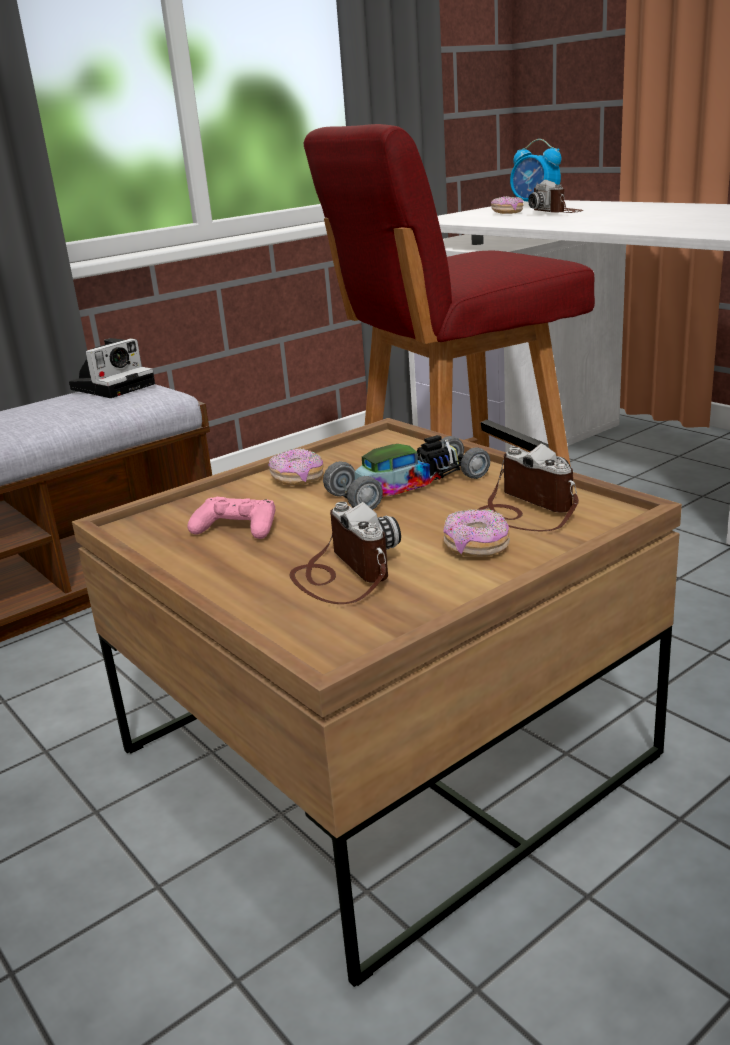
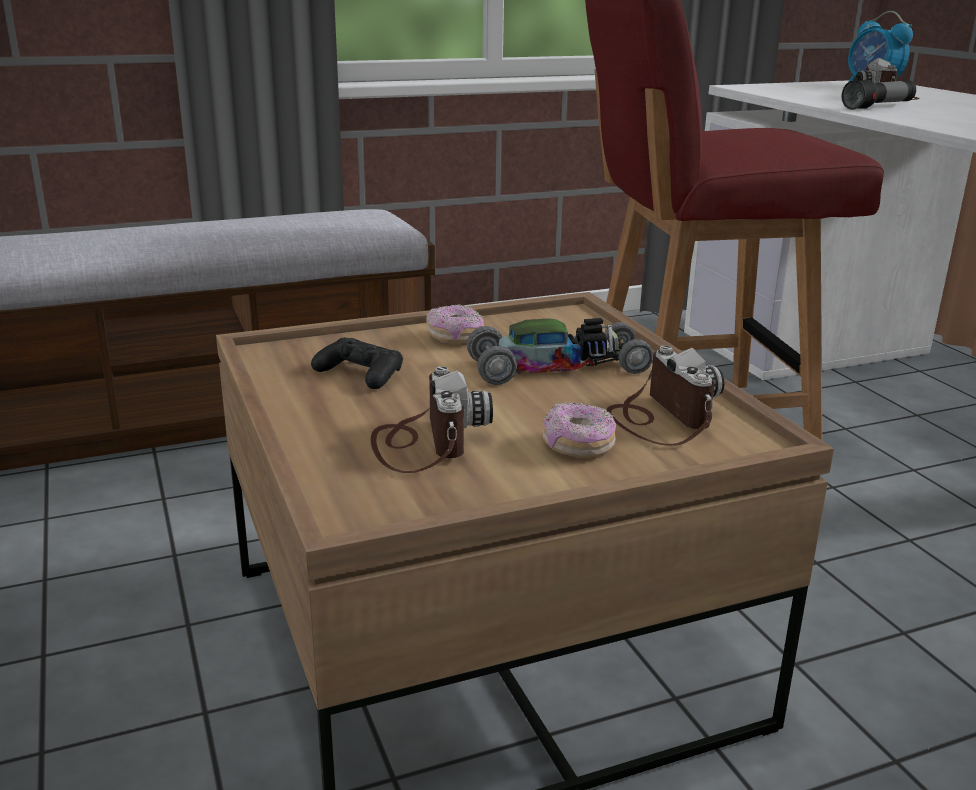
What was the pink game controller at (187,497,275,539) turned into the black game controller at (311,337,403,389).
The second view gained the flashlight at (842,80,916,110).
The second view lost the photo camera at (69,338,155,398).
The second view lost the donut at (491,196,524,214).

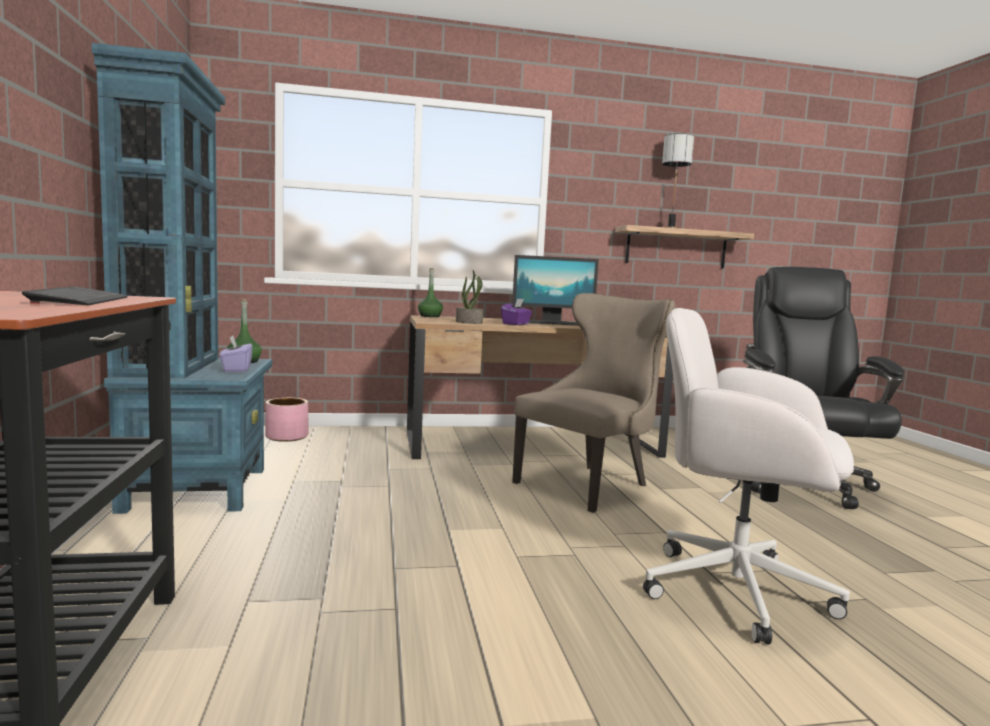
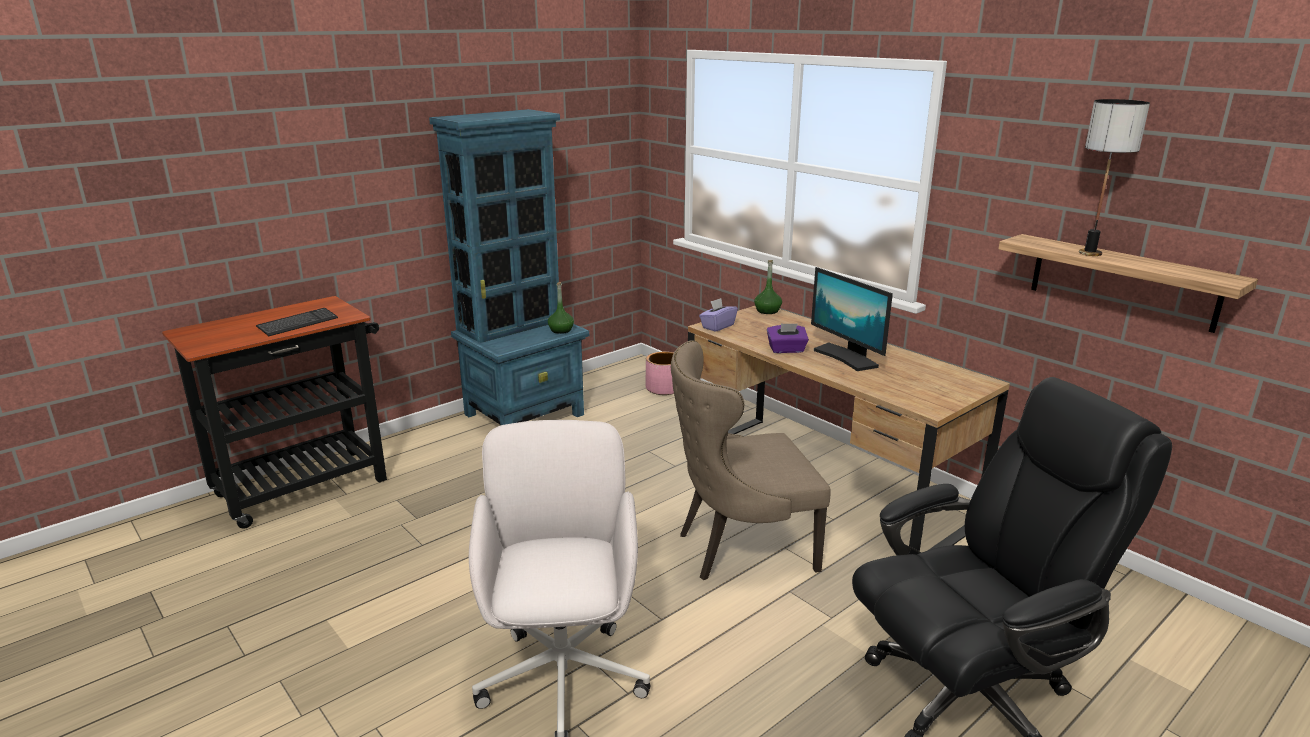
The beige chair at (512,293,675,513) ended up facing another way, 150 degrees clockwise from before.
The purple tissue box ended up elsewhere, having gone from (220,336,252,372) to (699,298,738,332).
The second view lost the potted plant at (456,270,483,324).

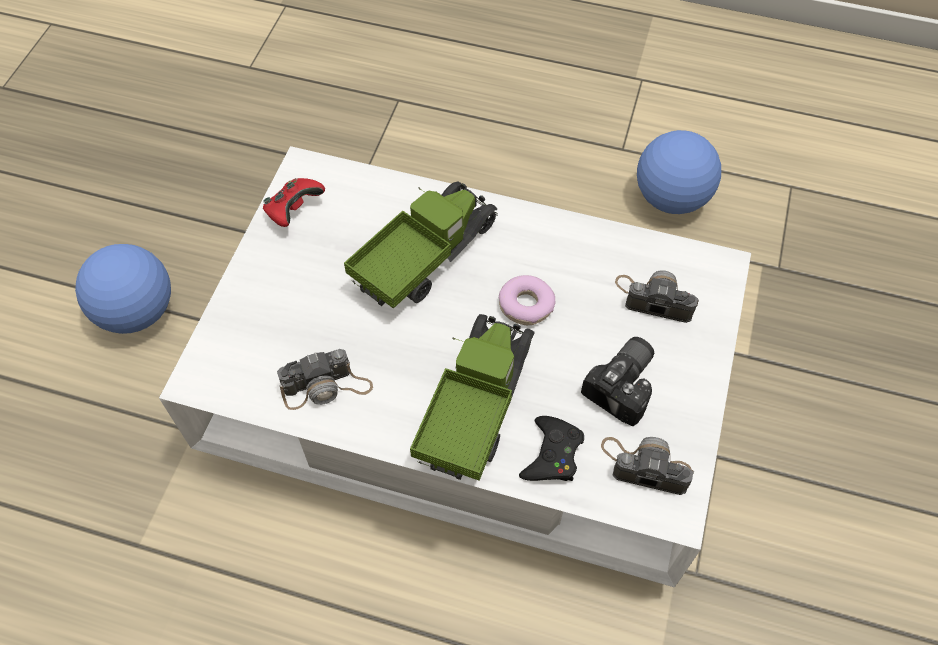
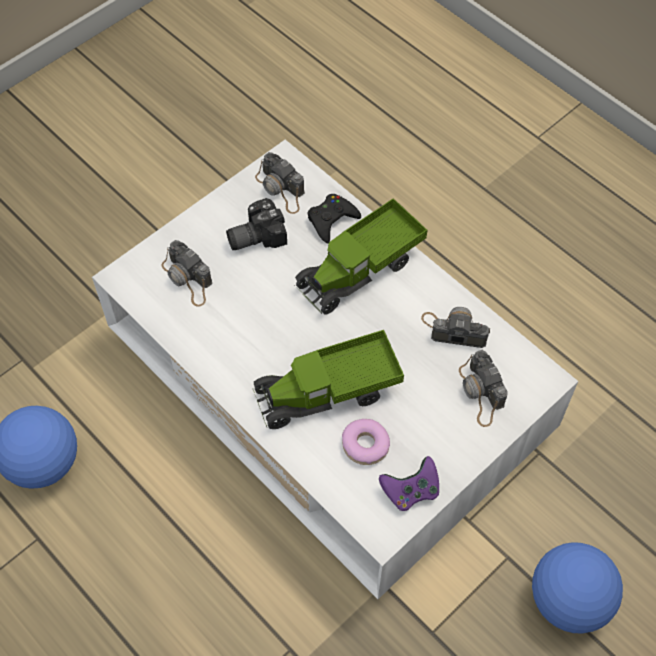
The donut ended up elsewhere, having gone from (499,275,555,325) to (342,419,390,465).
What was the red game controller at (263,178,325,227) turned into the purple game controller at (379,456,439,511).
The second view gained the photo camera at (459,350,508,427).

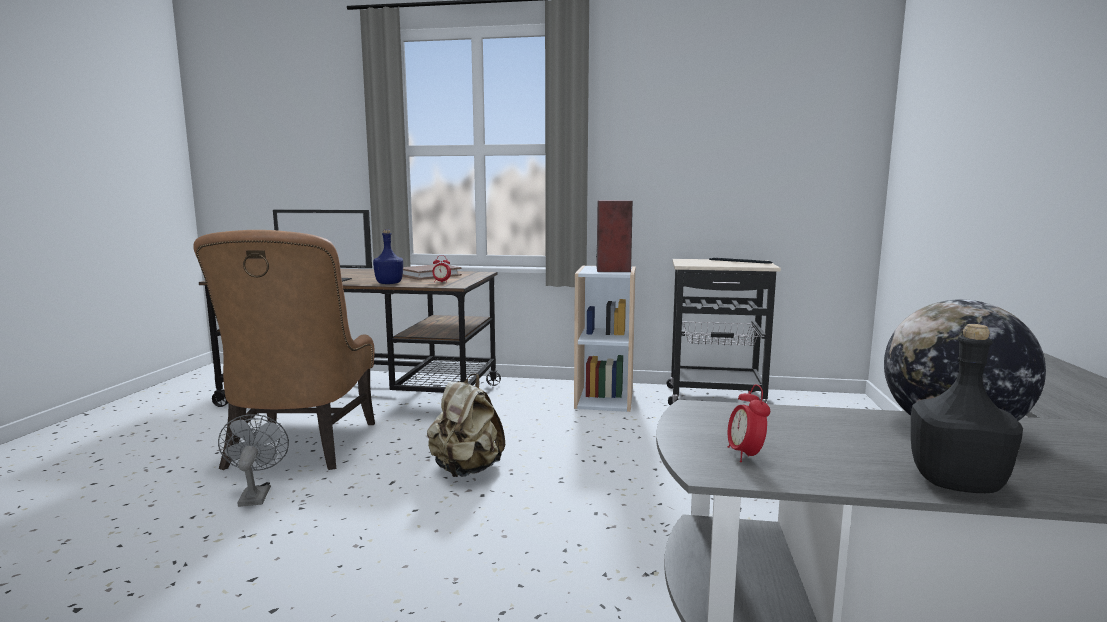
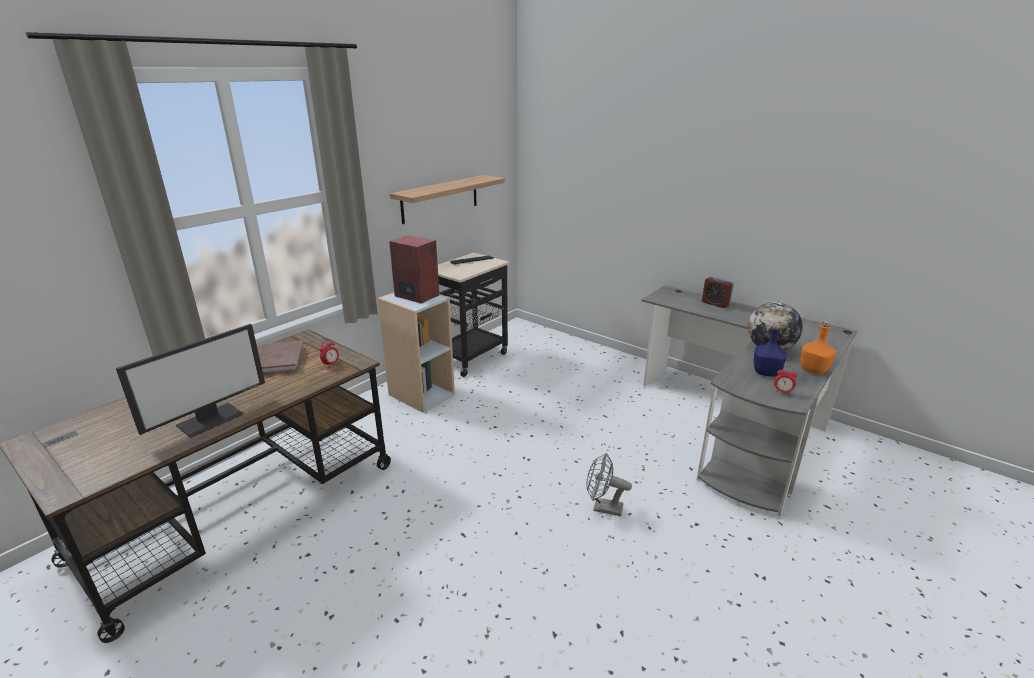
The second view gained the shelf at (390,175,505,224).
The grey fan ended up elsewhere, having gone from (218,414,289,507) to (586,453,632,516).
The second view gained the alarm clock at (702,276,734,308).
The blue bottle ended up elsewhere, having gone from (373,229,403,284) to (754,323,787,376).
What was the black bottle at (911,324,1023,493) turned into the orange bottle at (800,321,836,374).
The second view lost the brown chair at (193,230,375,470).
The second view lost the beige backpack at (427,373,505,477).

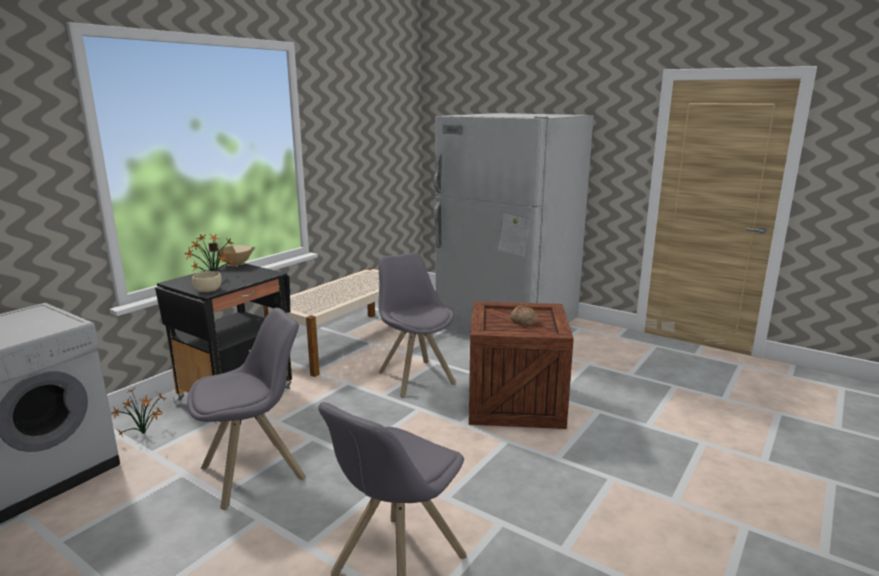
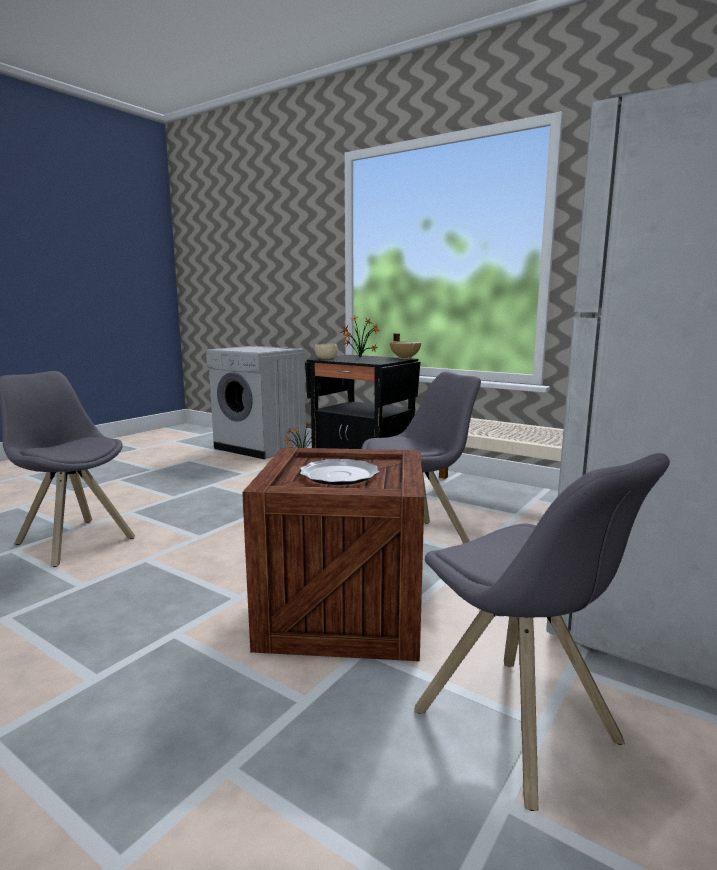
Where the bread stood at (510,306,538,326), the plate came to stand at (300,459,379,485).
The grey chair ended up elsewhere, having gone from (187,308,306,510) to (414,453,670,811).

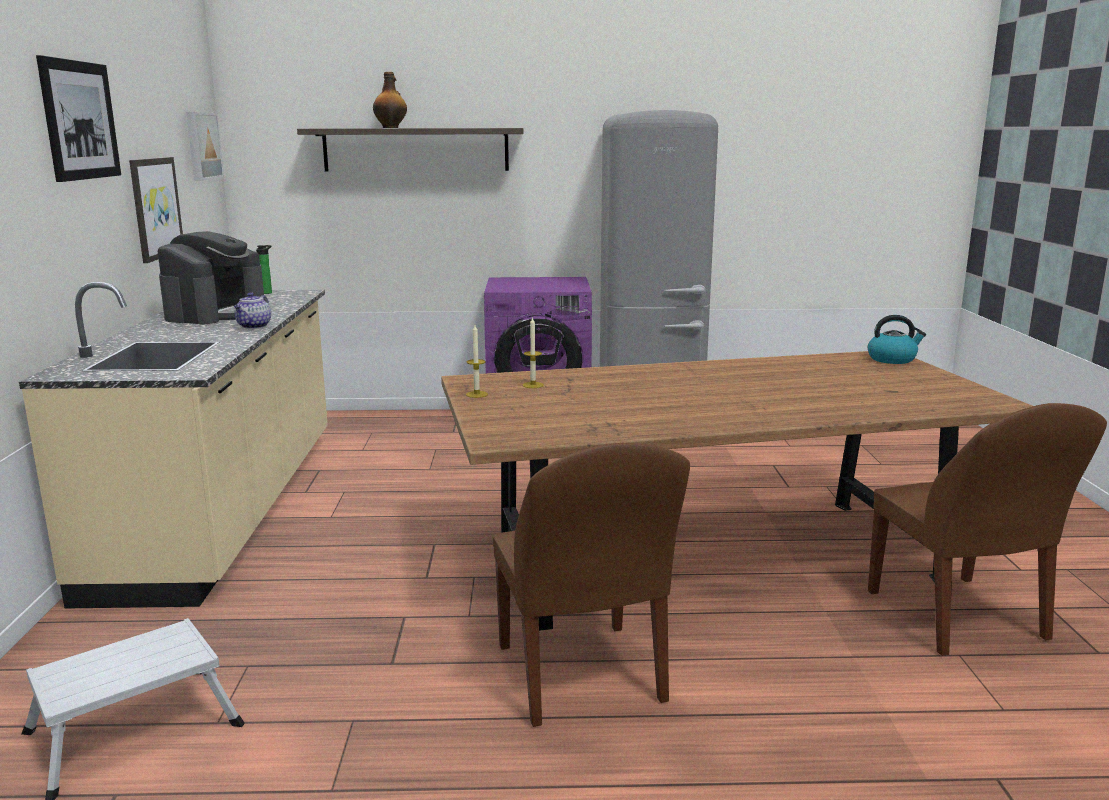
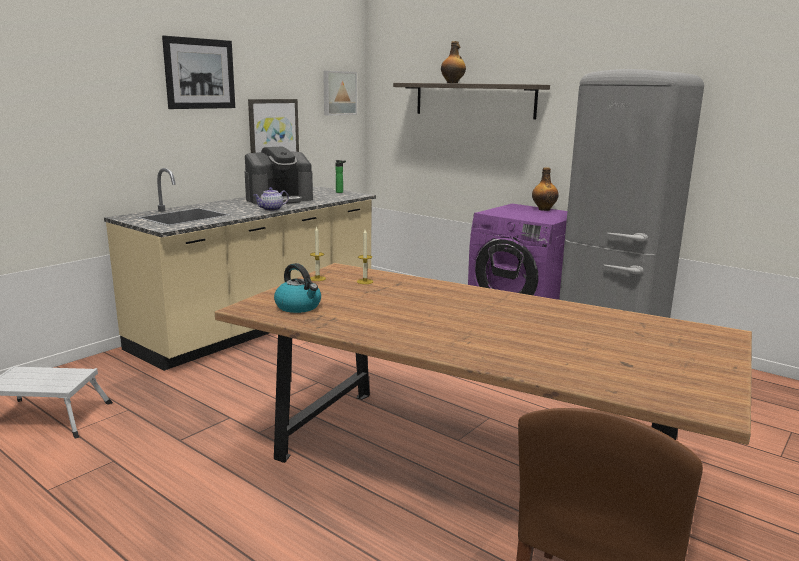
The kettle ended up elsewhere, having gone from (868,315,926,364) to (274,263,321,313).
The second view gained the bottle at (532,167,559,211).
The second view lost the brown chair at (493,443,690,727).

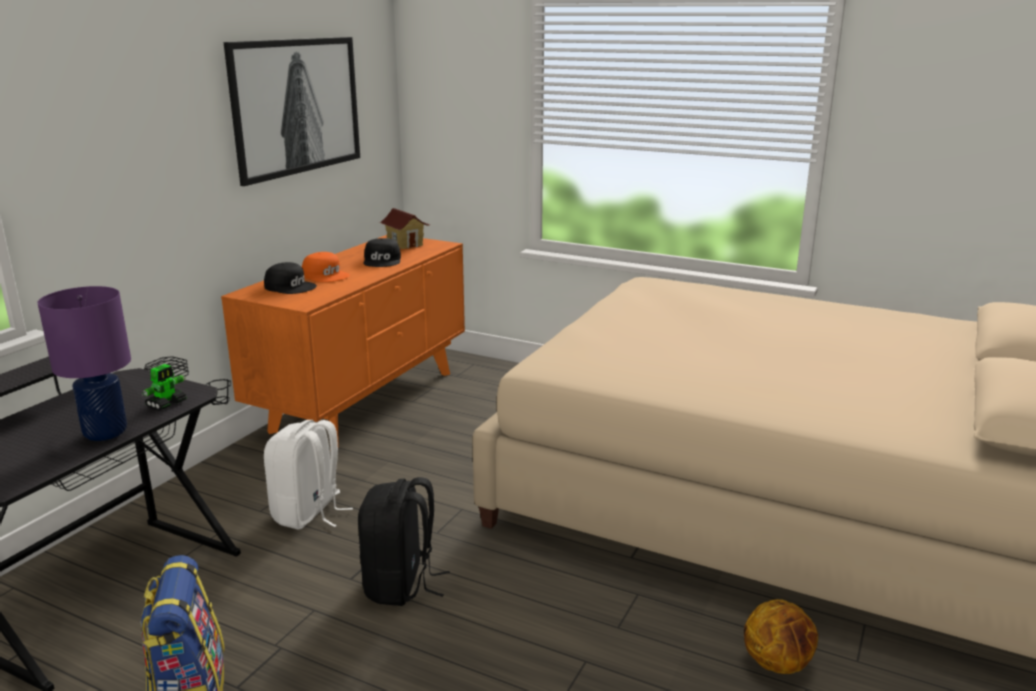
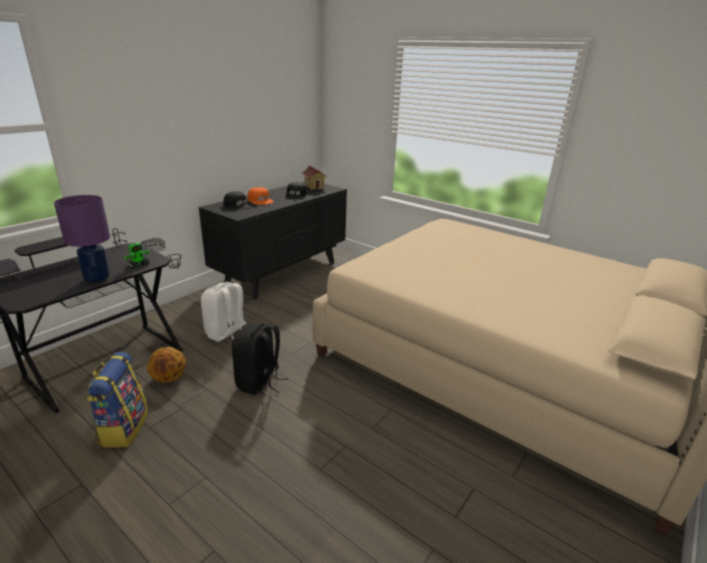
The basketball ended up elsewhere, having gone from (744,599,818,674) to (147,347,186,383).
What was the orange dresser at (221,235,465,447) turned into the black dresser at (199,181,347,300).
The second view lost the picture at (223,37,360,186).

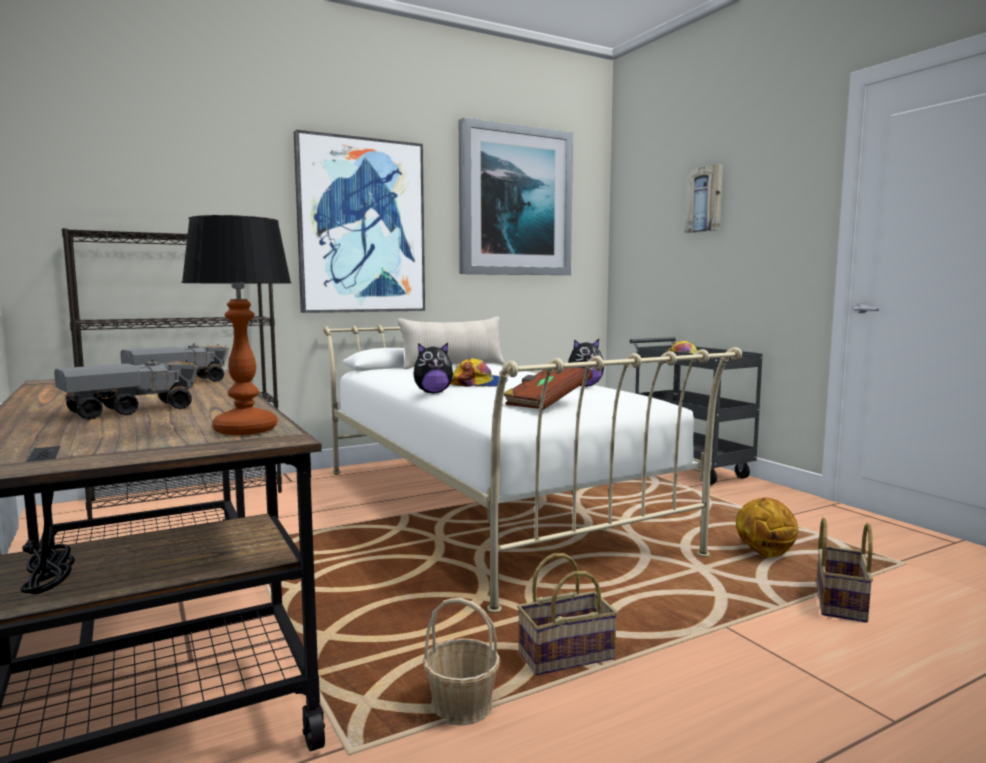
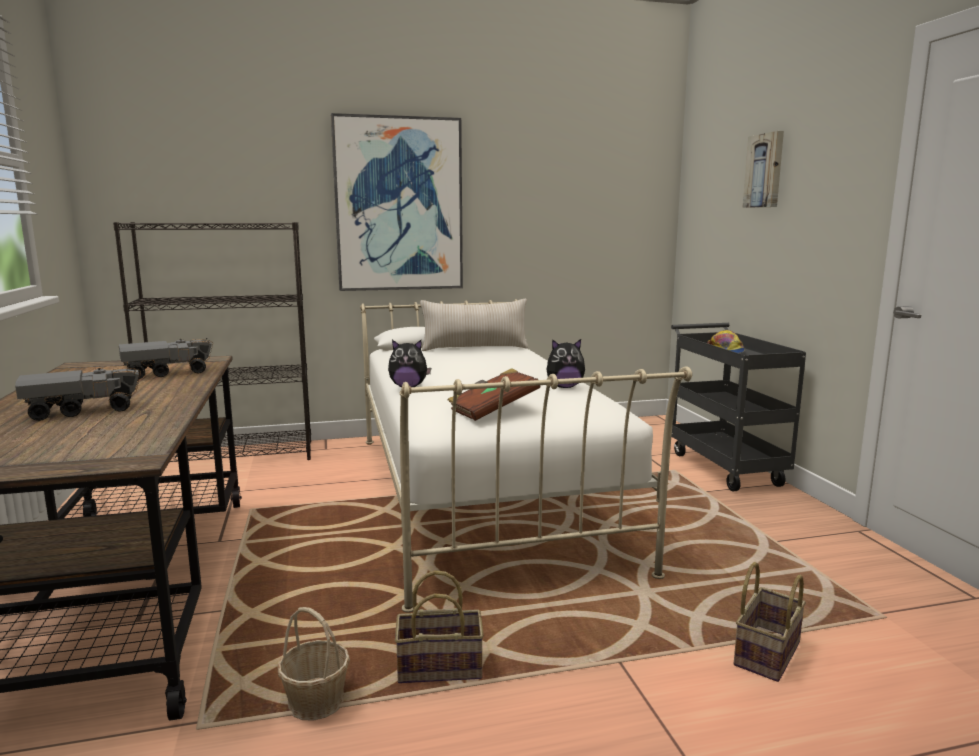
The second view lost the table lamp at (182,215,291,435).
The second view lost the cap at (450,358,508,387).
The second view lost the picture at (459,117,573,275).
The second view lost the basketball at (736,497,798,557).

